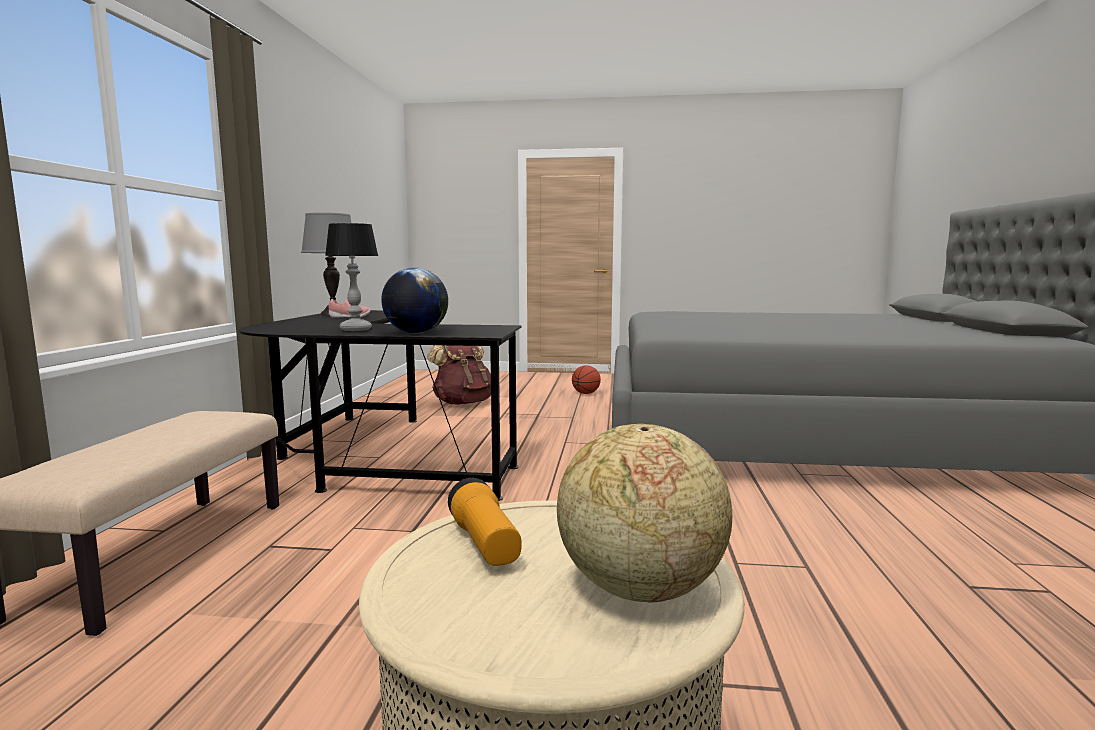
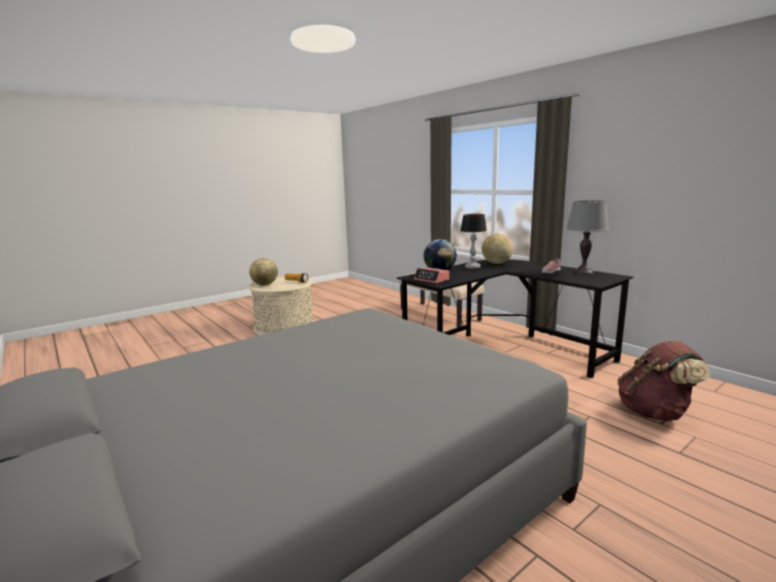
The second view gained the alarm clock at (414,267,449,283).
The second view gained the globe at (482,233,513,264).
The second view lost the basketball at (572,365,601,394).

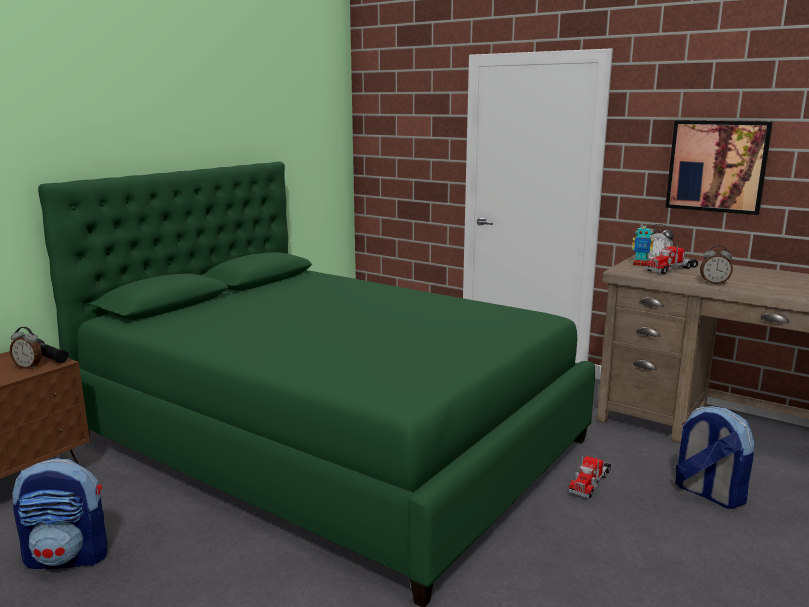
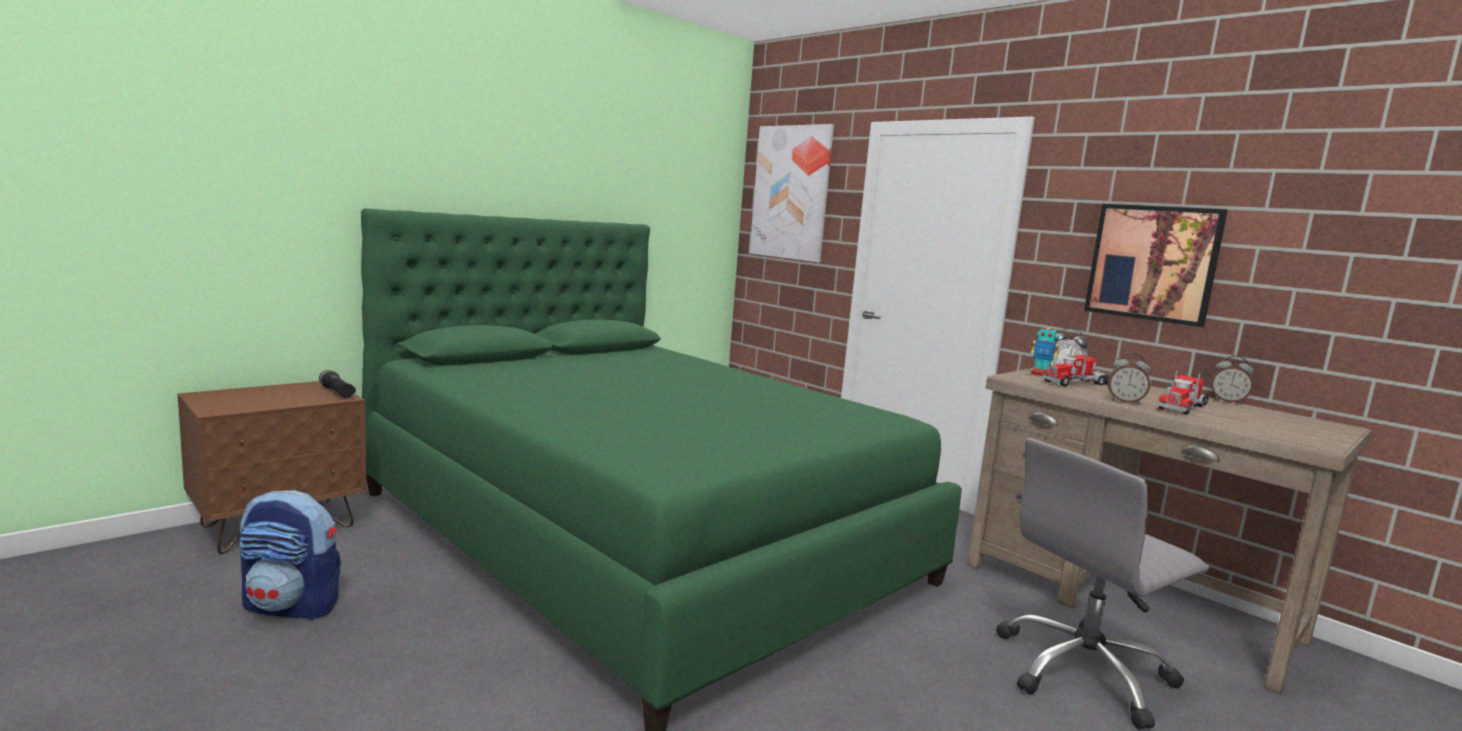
The second view gained the picture at (750,124,834,262).
Where the backpack stood at (675,406,754,509), the grey office chair came to stand at (996,438,1209,729).
The toy truck ended up elsewhere, having gone from (569,456,611,498) to (1158,370,1209,415).
The alarm clock ended up elsewhere, having gone from (10,327,42,369) to (1210,356,1254,404).

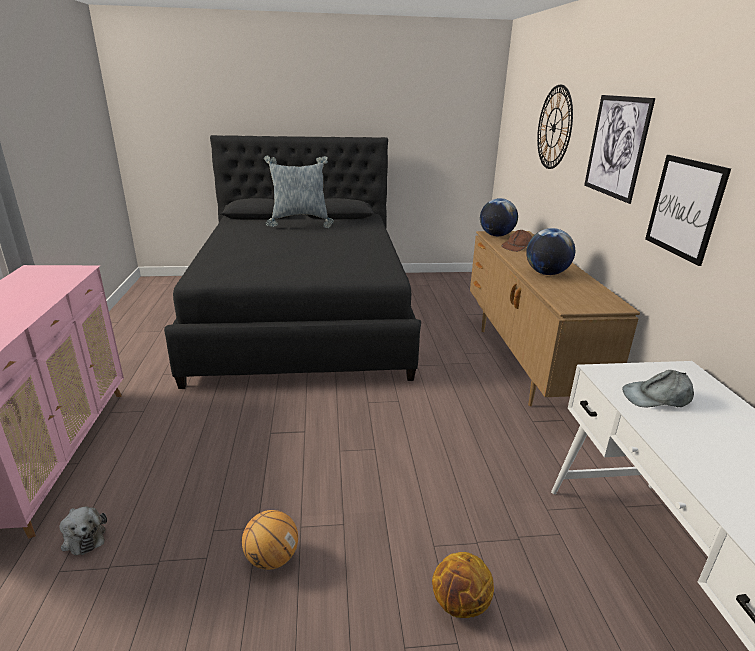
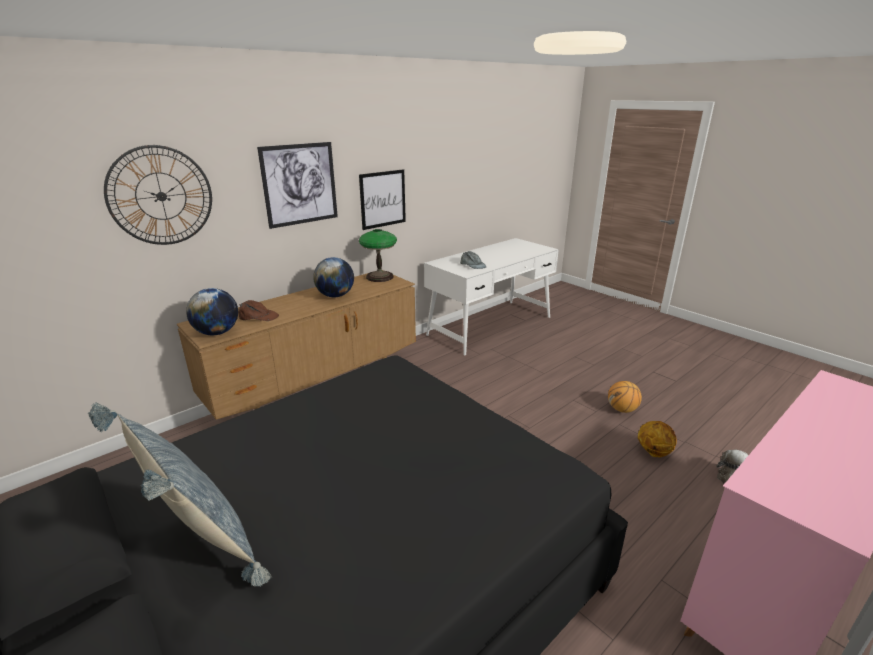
The second view gained the table lamp at (359,229,397,282).
The basketball ended up elsewhere, having gone from (432,552,494,618) to (638,421,677,457).

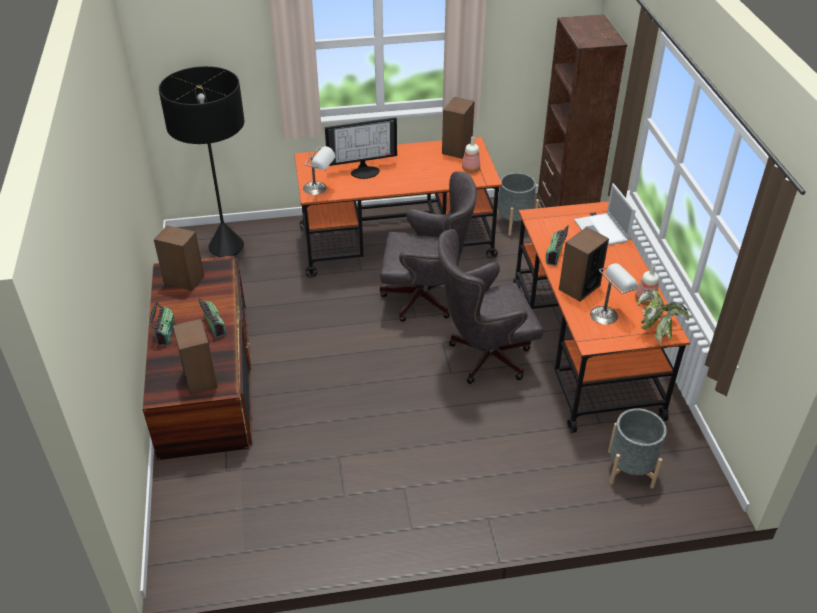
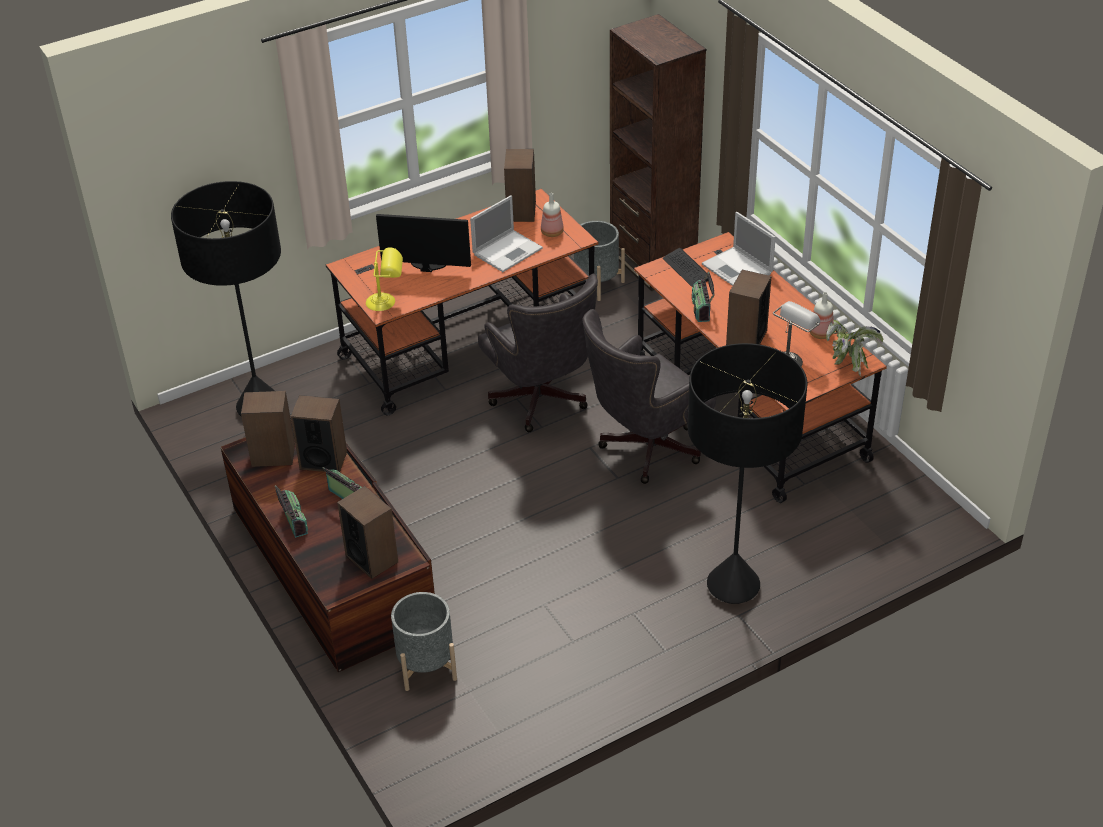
The second view gained the speaker at (290,395,347,472).
What was the white table lamp at (303,146,336,195) turned into the yellow table lamp at (366,247,403,311).
The monitor at (325,117,397,179) ended up facing another way, 135 degrees counterclockwise from before.
The grey planter ended up elsewhere, having gone from (608,408,667,488) to (391,592,457,691).
The second view gained the laptop at (470,195,543,272).
The grey office chair at (380,171,477,322) ended up facing another way, 75 degrees clockwise from before.
The second view gained the keyboard at (663,248,708,287).
The second view gained the black floor lamp at (688,343,807,604).

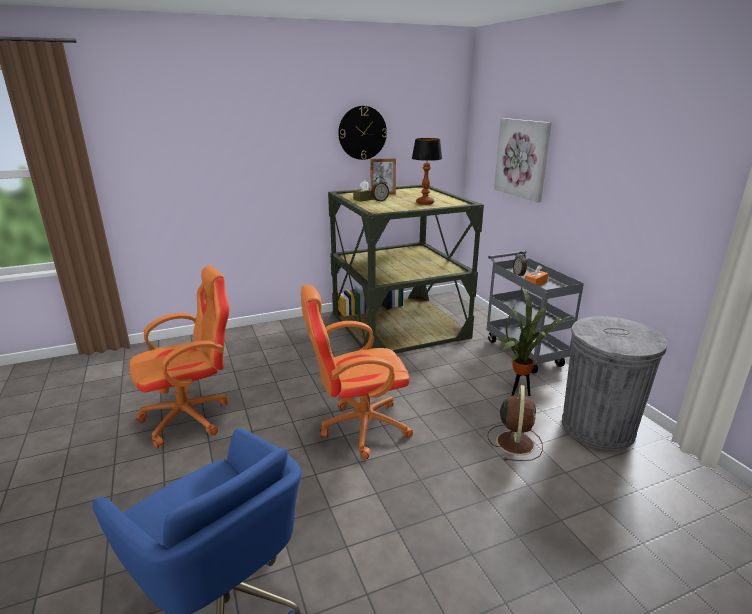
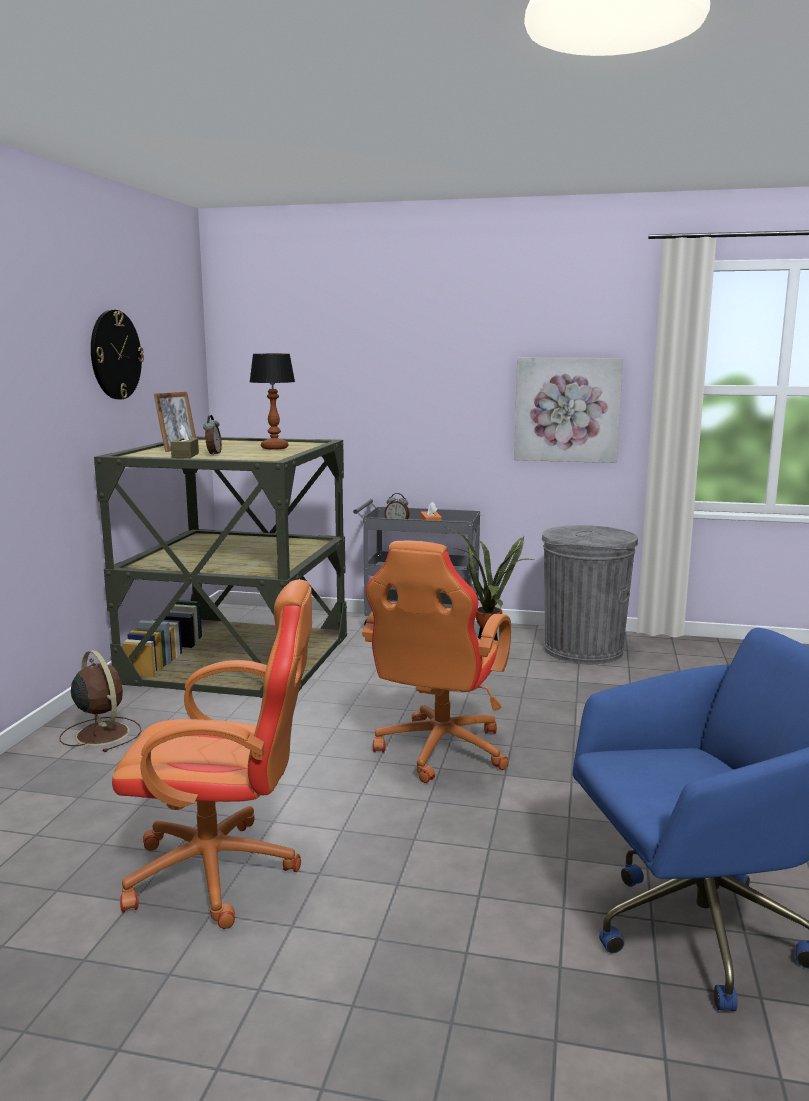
The brown fan ended up elsewhere, having gone from (488,385,543,461) to (59,650,142,752).
The orange office chair at (129,266,229,448) ended up facing another way, 90 degrees clockwise from before.
The picture ended up elsewhere, having gone from (494,118,551,203) to (514,358,623,463).

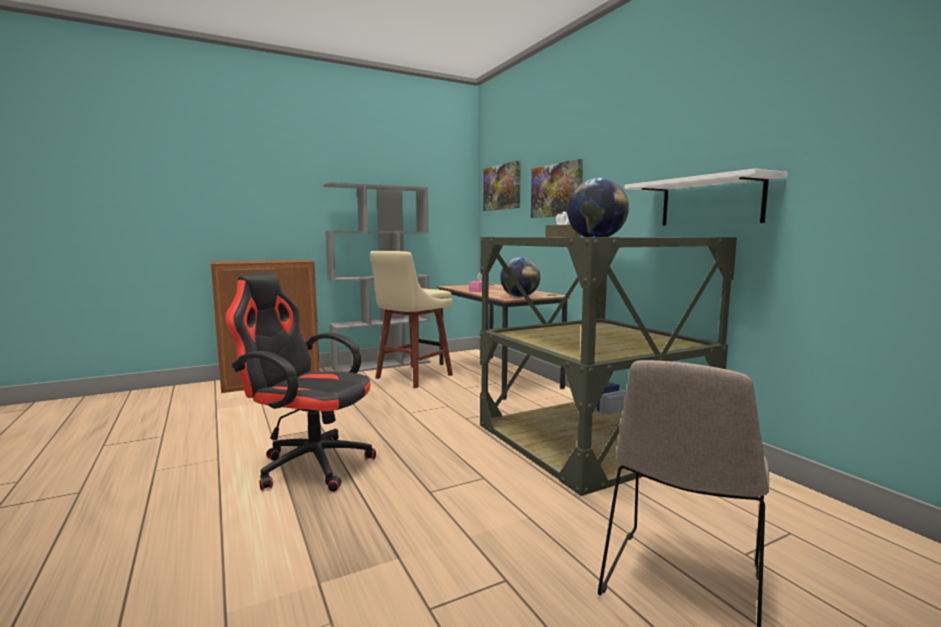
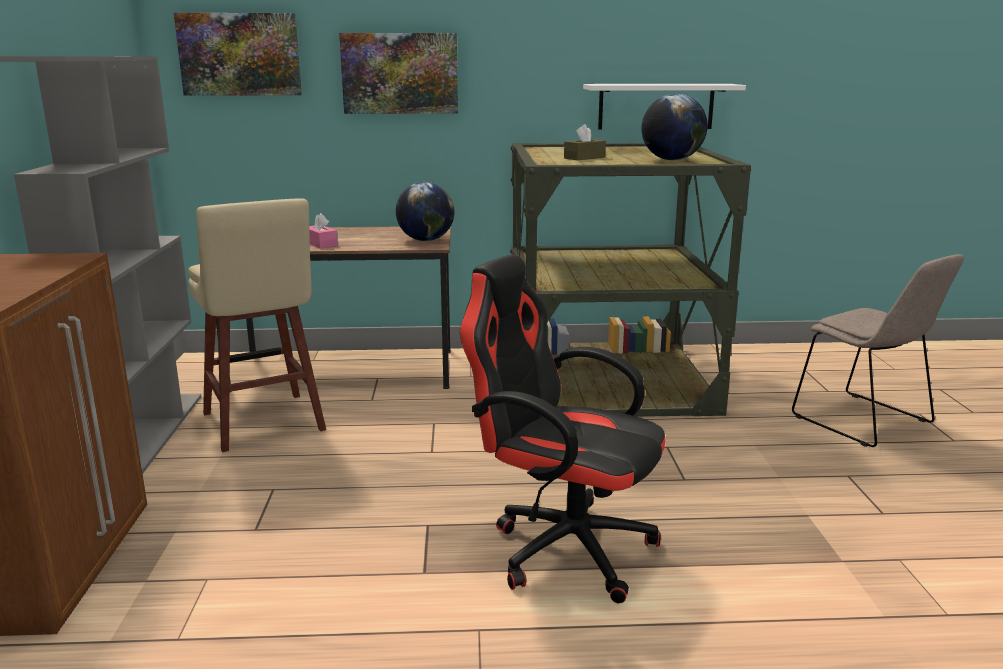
The black office chair at (226,273,376,492) ended up facing another way, 75 degrees clockwise from before.

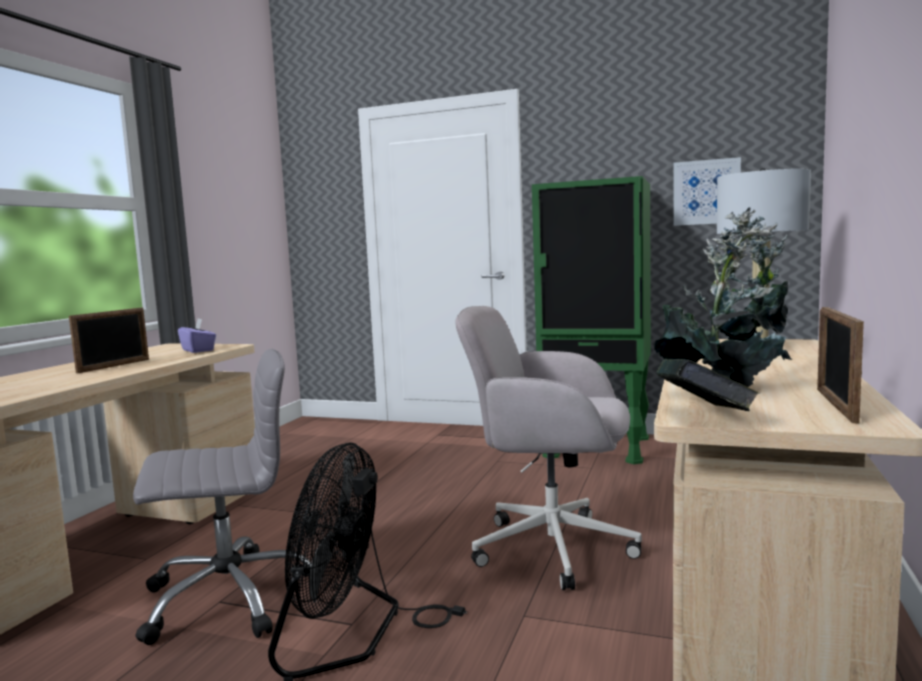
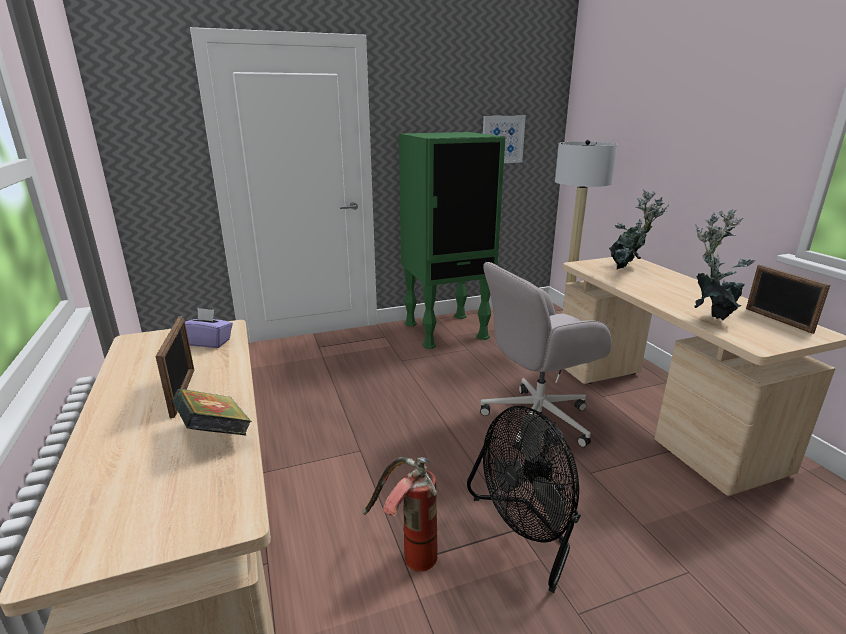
The book ended up elsewhere, having gone from (656,359,760,411) to (173,389,252,436).
Where the grey office chair stood at (133,349,324,645), the fire extinguisher came to stand at (363,457,437,572).

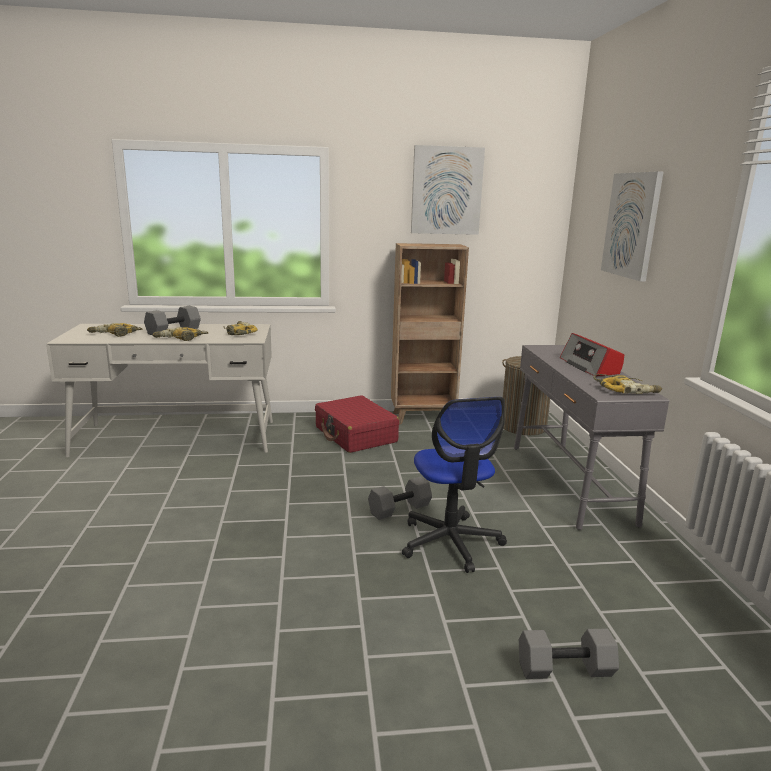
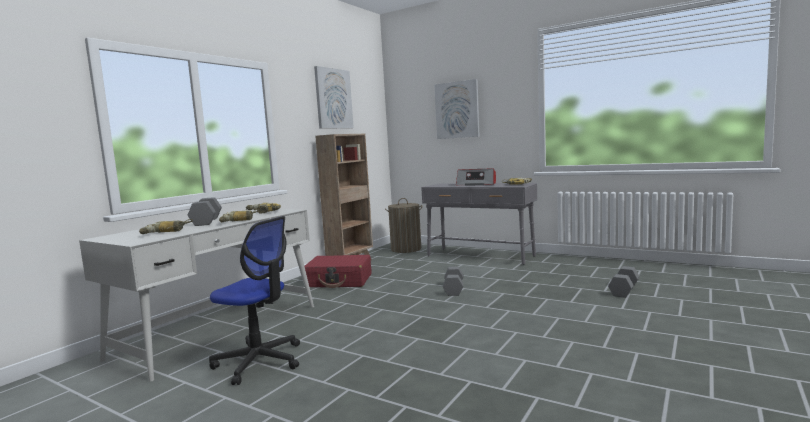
The office chair ended up elsewhere, having gone from (402,397,507,573) to (209,216,300,385).

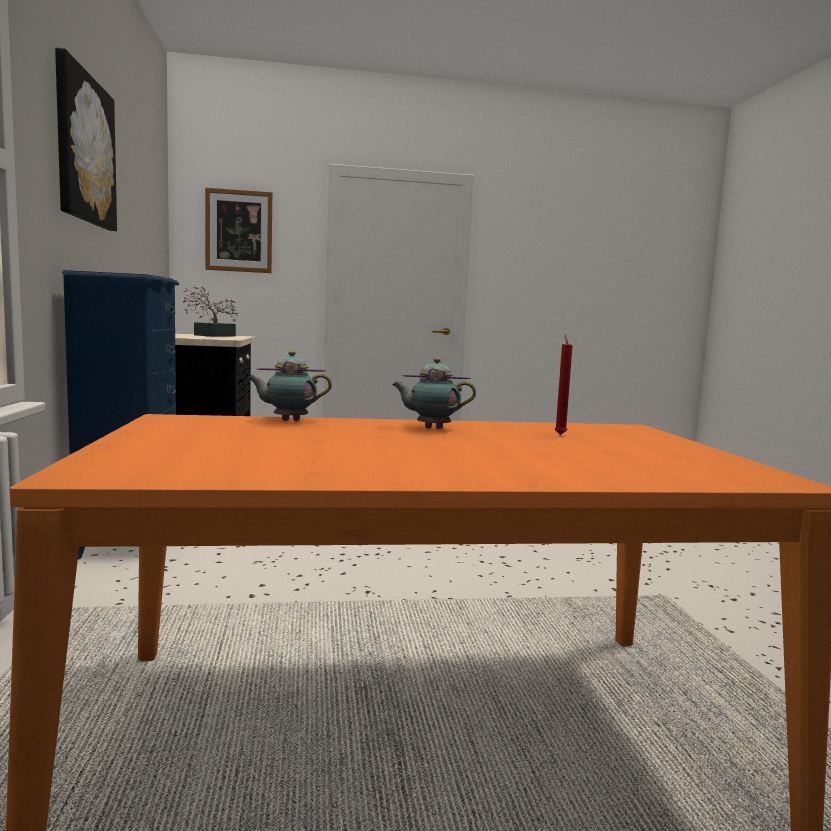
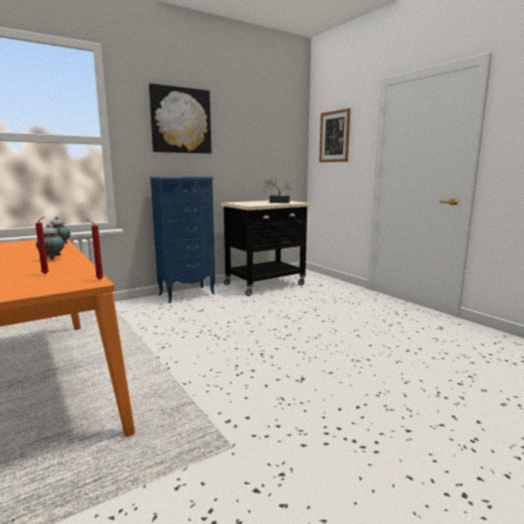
The second view gained the red candle at (88,220,104,280).

